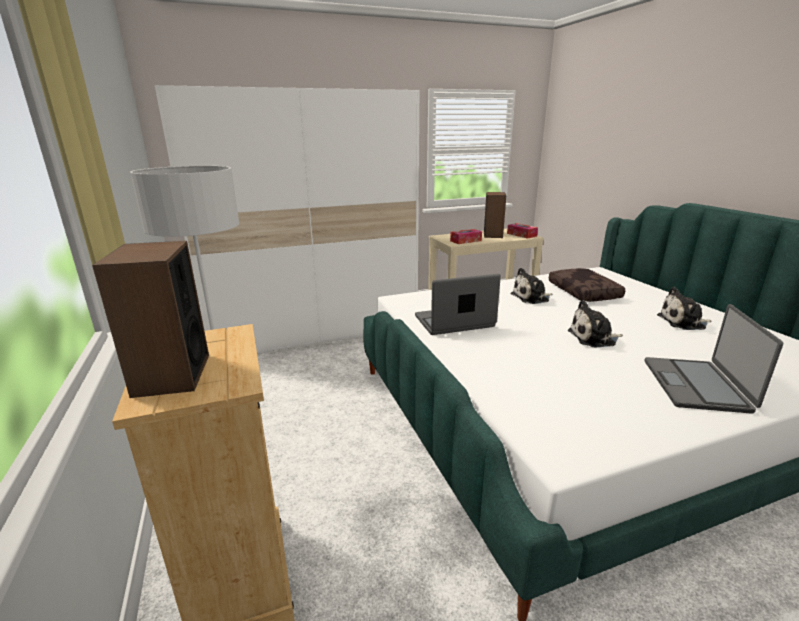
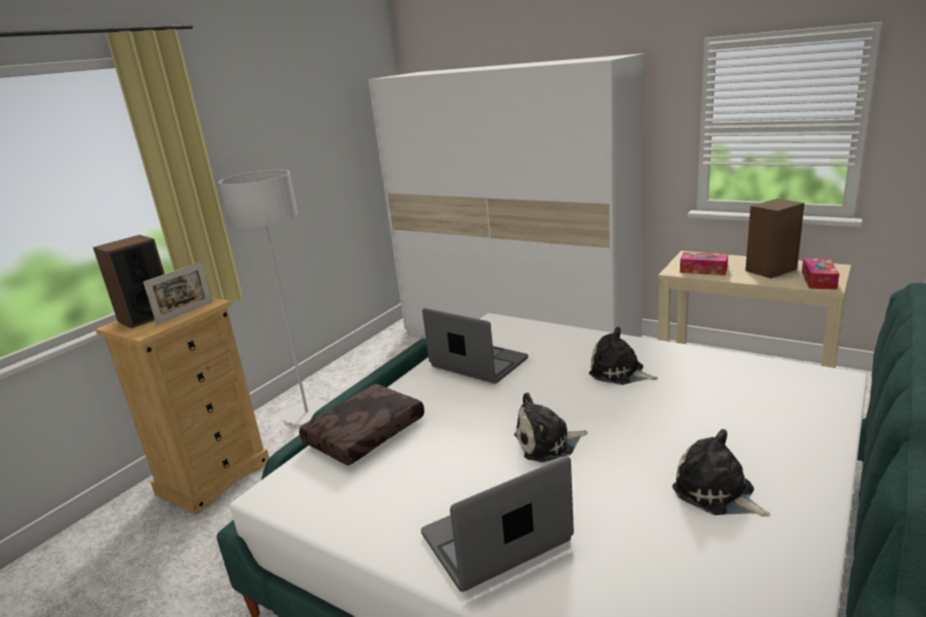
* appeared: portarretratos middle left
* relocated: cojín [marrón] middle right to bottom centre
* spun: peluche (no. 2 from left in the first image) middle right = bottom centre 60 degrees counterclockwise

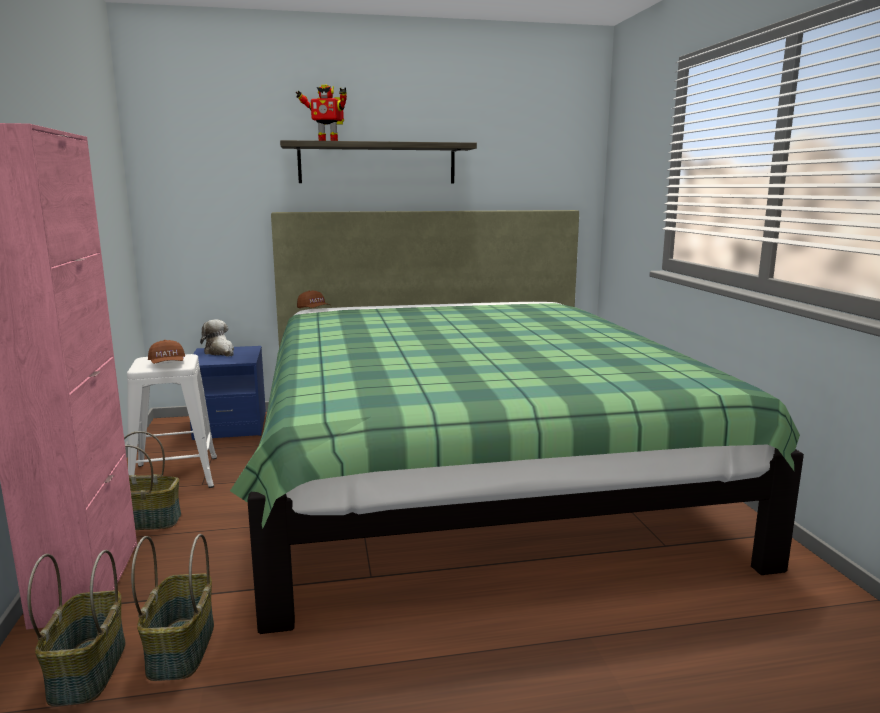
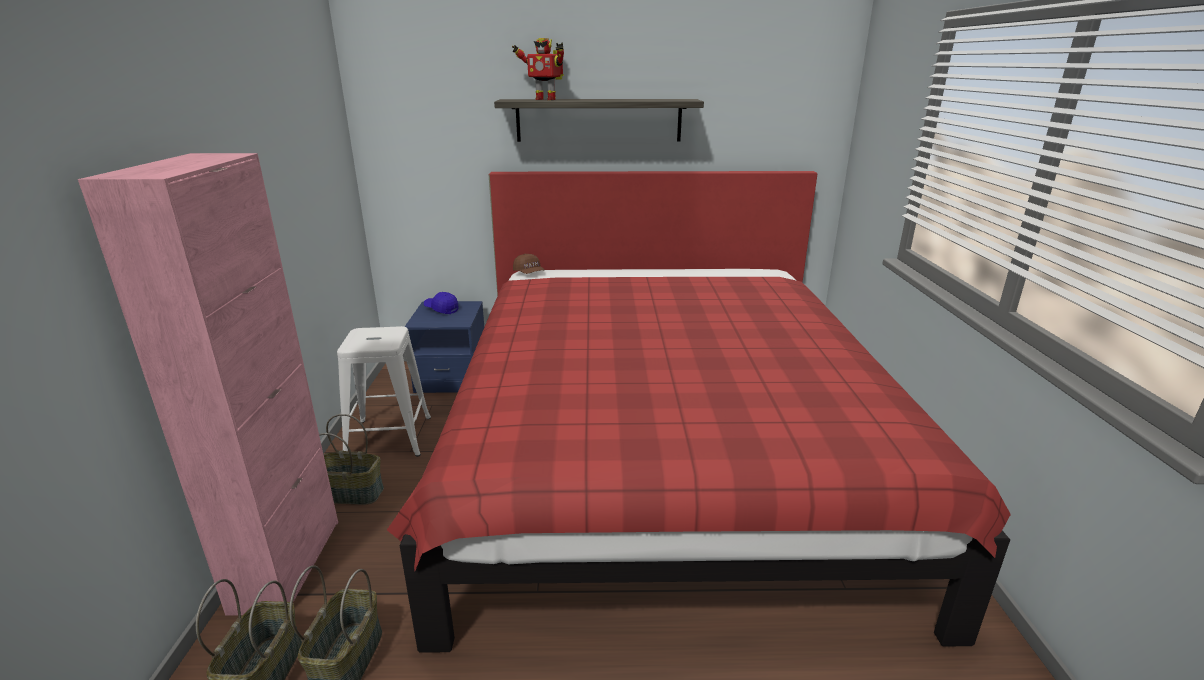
* missing: gorra [marrón] (no. 1 from left) middle left
* exchanged: peluche middle left to gorra [azul] centre
* colour: cama [verde] centre to cama [rojo] centre

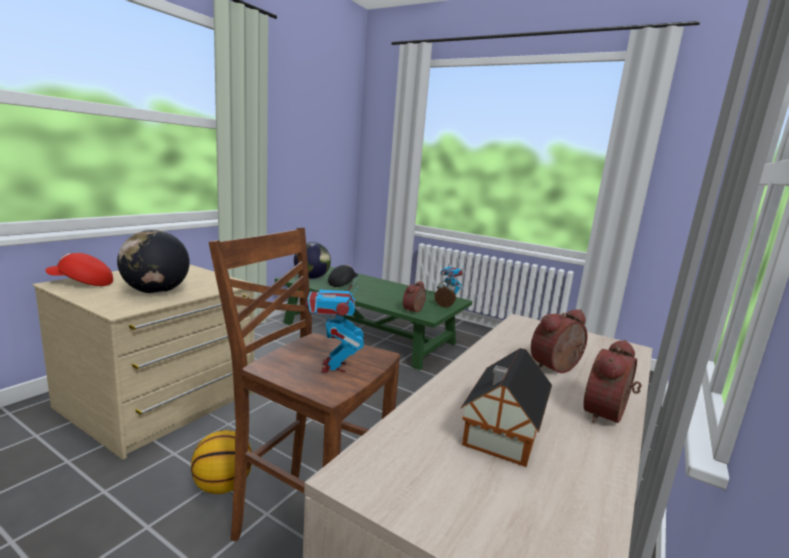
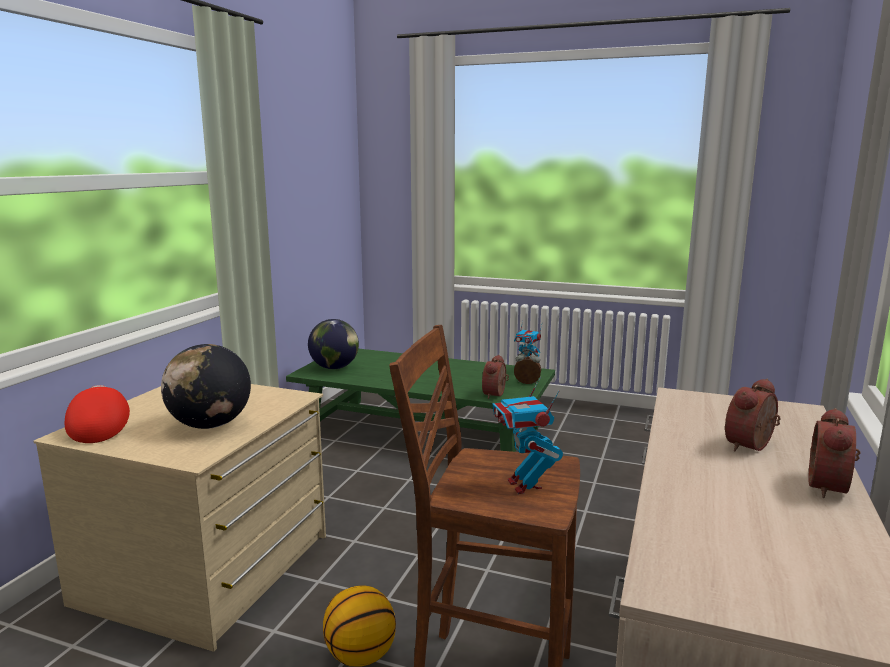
* missing: gorra [negro] centre
* missing: casita bottom centre
* spun: gorra [rojo] middle left = middle left 90 degrees clockwise

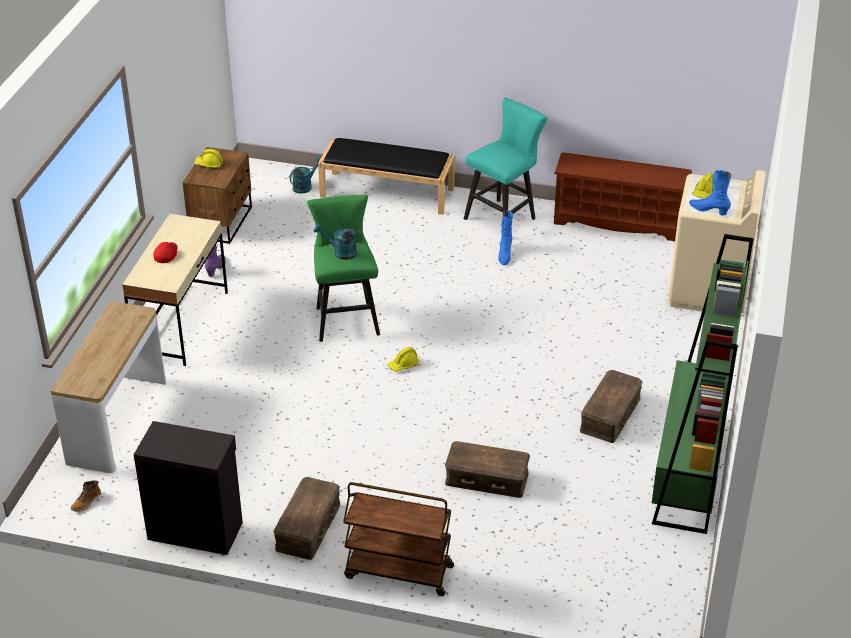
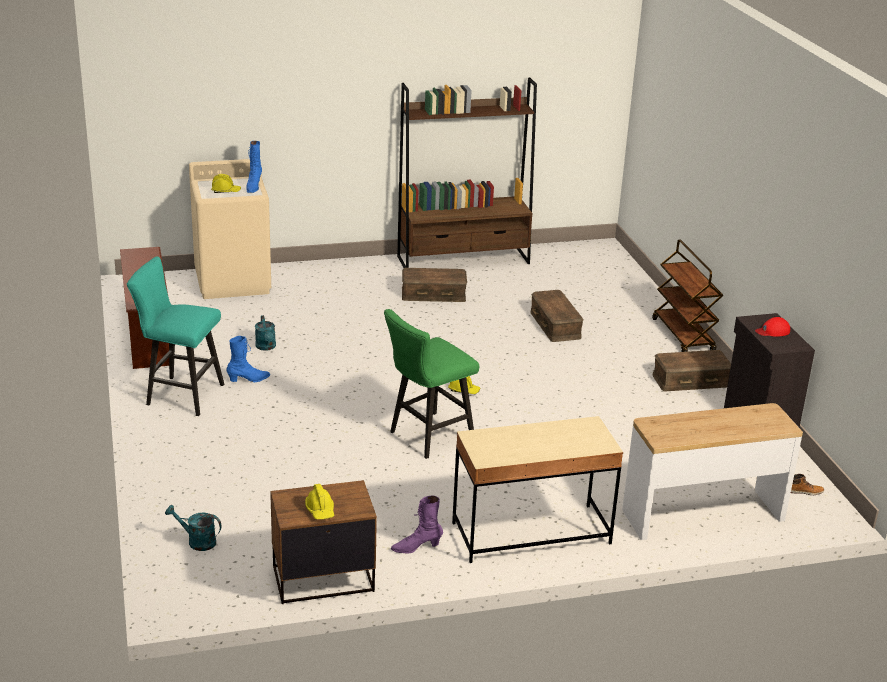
* missing: banco [negro] top centre
* relocated: gorra [rojo] middle left to middle right
* relocated: regadera [turquesa] (no. 2 from left) centre to middle left
* colour: estantería [verde] middle right to estantería [marrón] top centre

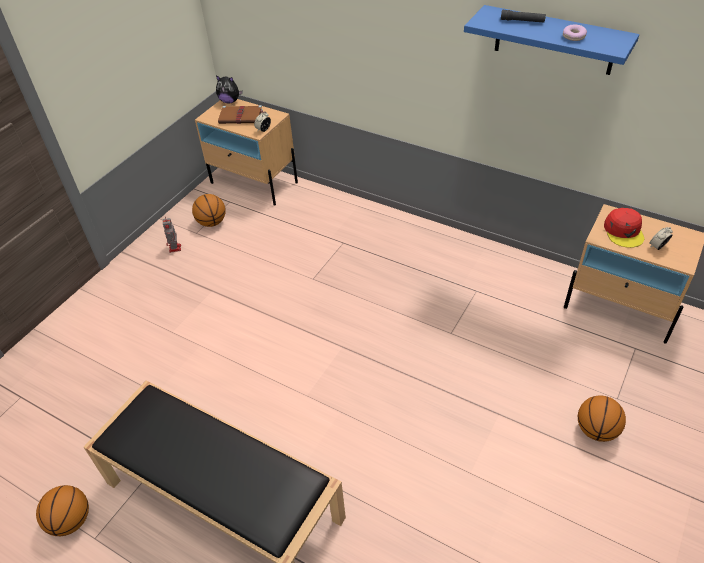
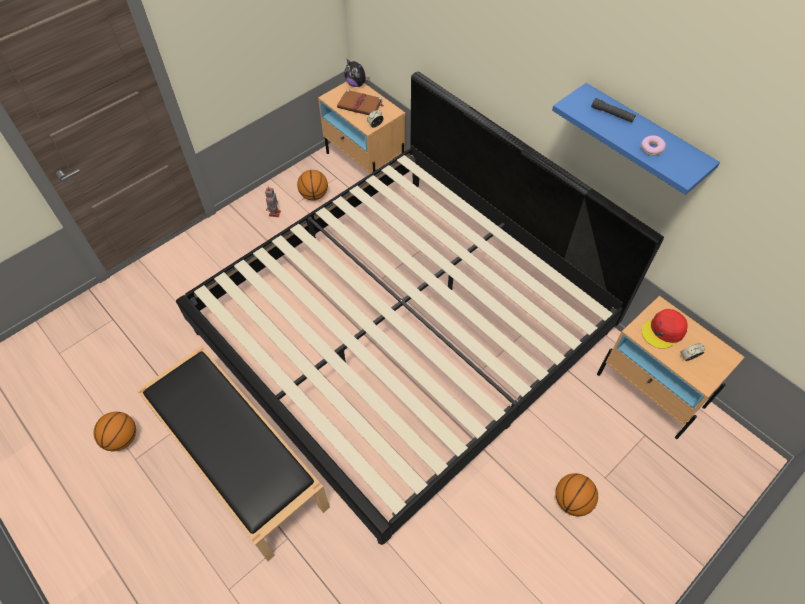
* appeared: cama centre
* spun: gorra [rojo] middle right = middle right 45 degrees clockwise

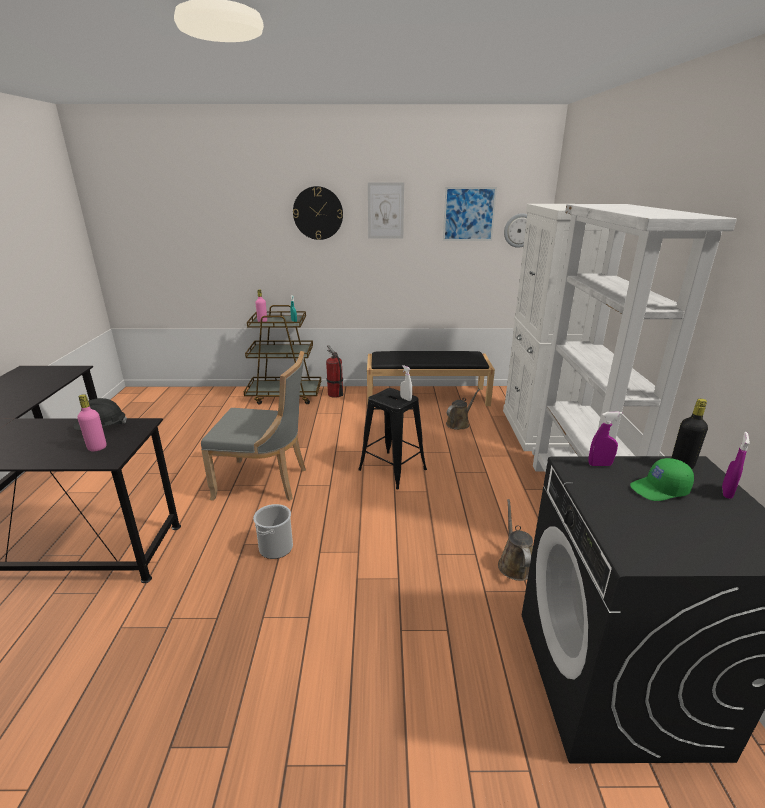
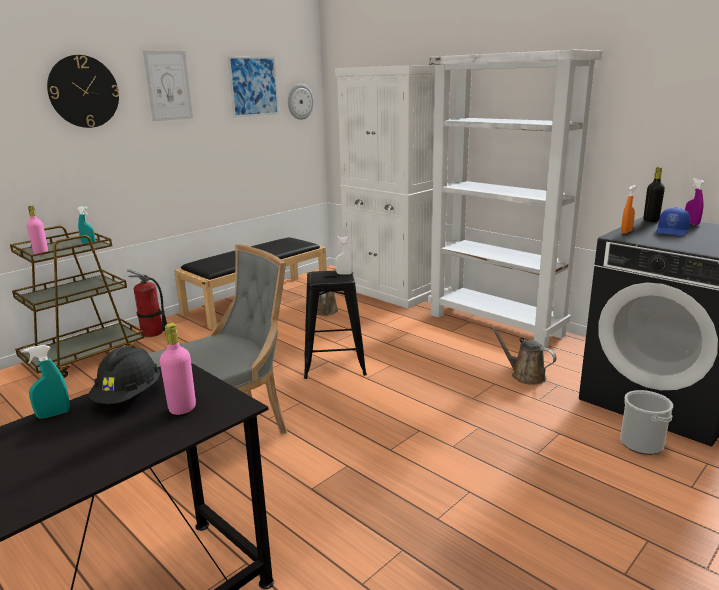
* appeared: pulverizador [turquesa] (no. 1 from left) middle left
* relocated: cubo centre to bottom right
* colour: pulverizador [morado] (no. 1 from left) middle right to pulverizador [naranja] middle right
* colour: gorra [verde] middle right to gorra [azul] middle right

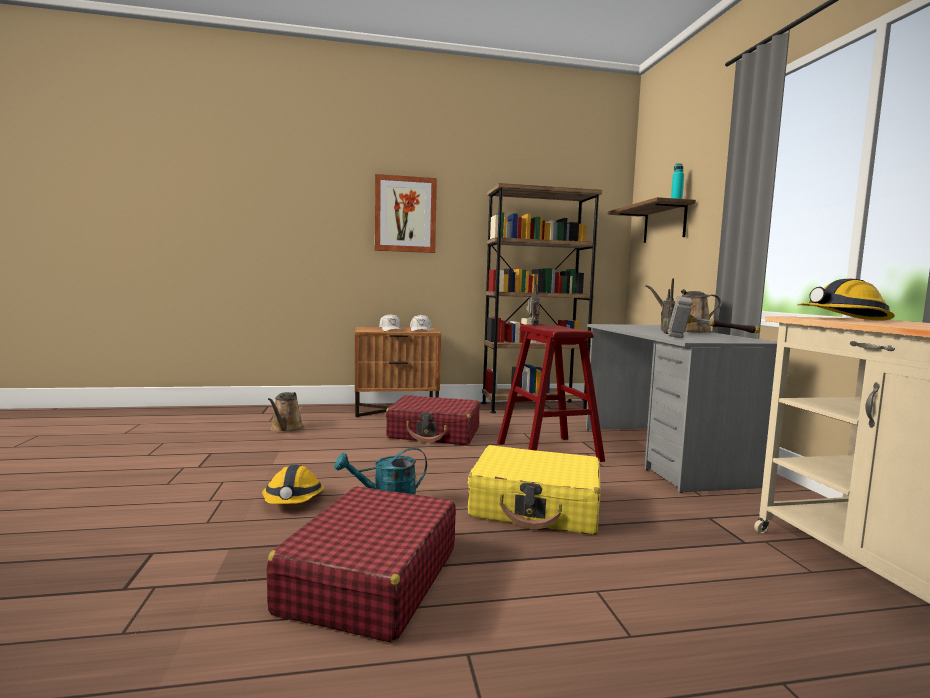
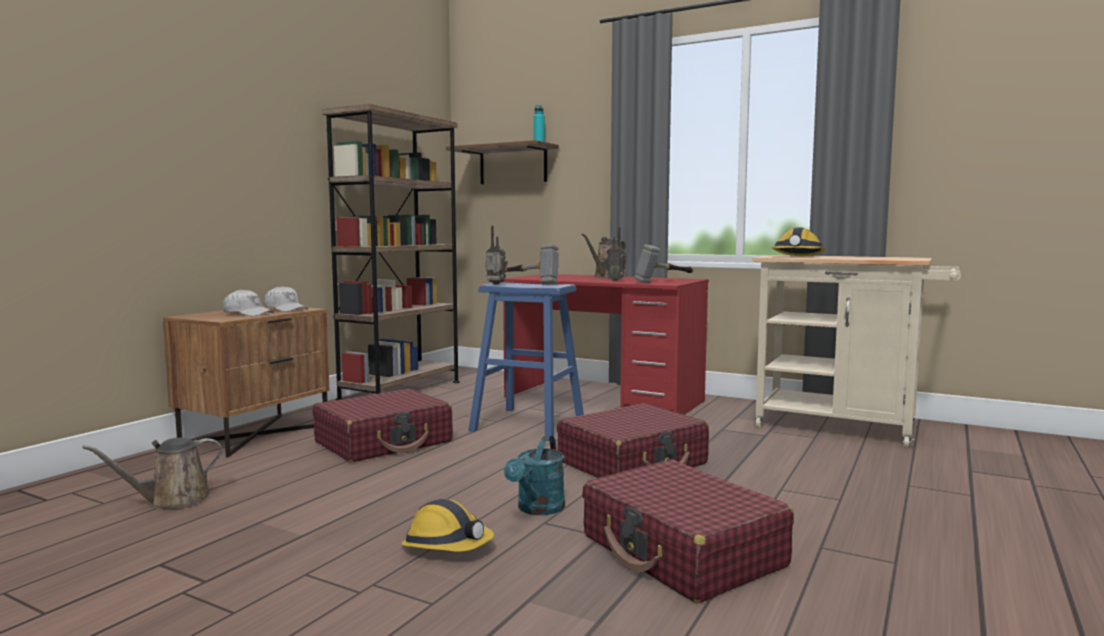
* missing: cuadro top centre
* appeared: martillo (no. 1 from left) centre
* colour: maleta [amarillo] bottom centre to maleta [rojo] (no. 2 from left) bottom centre
* colour: taburete [rojo] centre to taburete [azul] centre
* colour: escritorio [gris] middle right to escritorio [rojo] centre
* spun: regadera [marrón] (no. 1 from left) middle left = bottom left 105 degrees clockwise

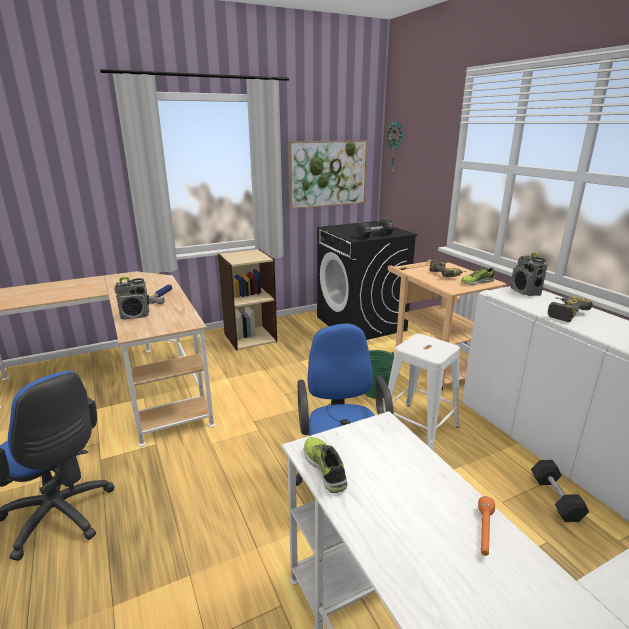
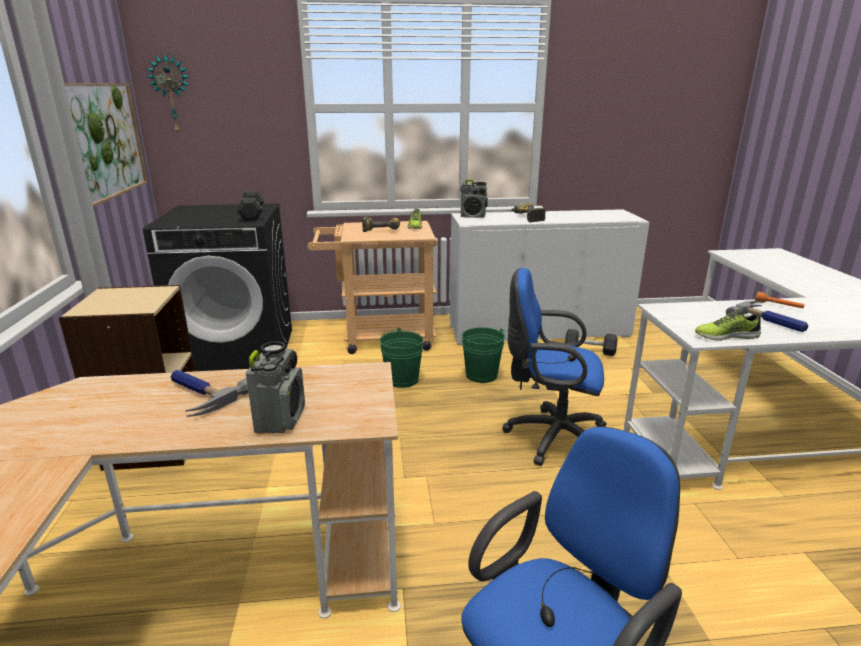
* appeared: martillo (no. 2 from left) middle right
* exchanged: taburete [blanco] middle right to cubo [verde] (no. 2 from left) centre

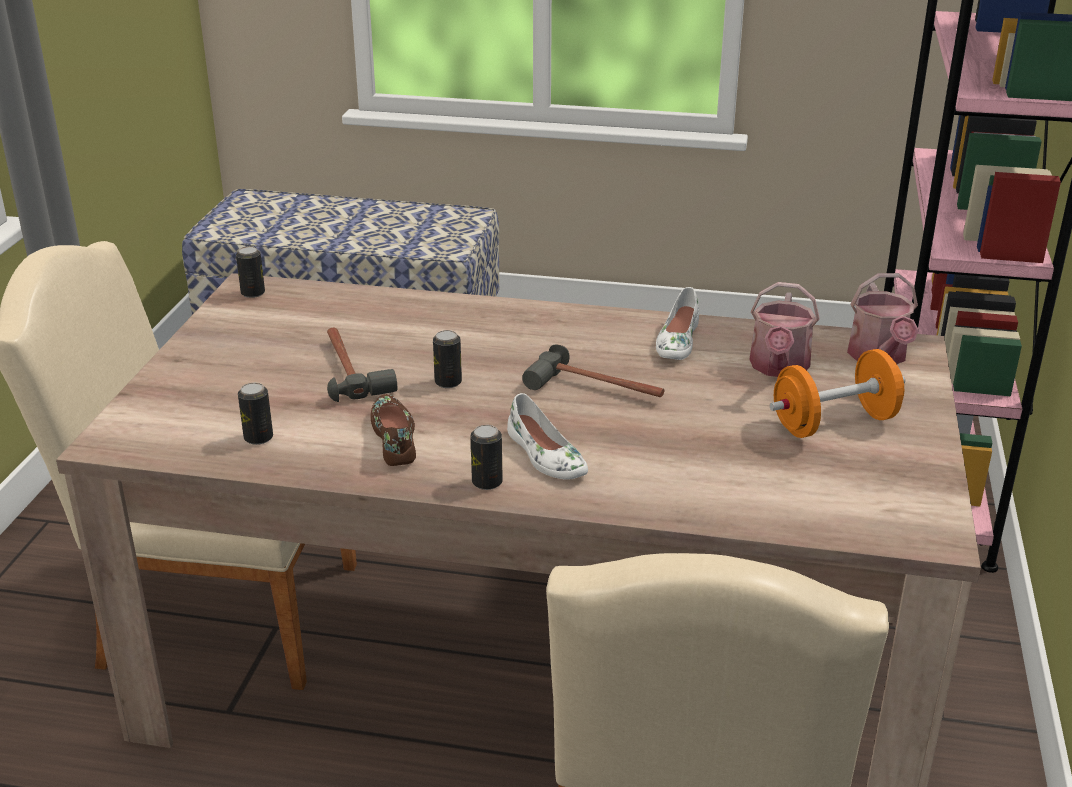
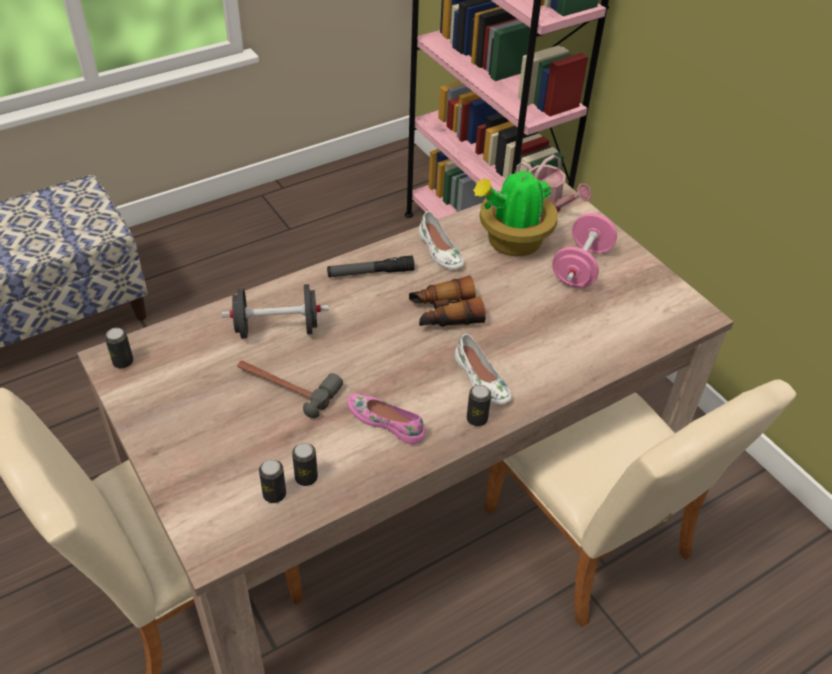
* appeared: mancuerna [negro] middle left
* appeared: linterna centre
* relocated: lata (no. 3 from left in the first image) centre to lata (no. 2 from left) bottom left
* exchanged: martillo (no. 2 from left) centre to prismáticos centre
* exchanged: regadera (no. 1 from left) middle right to planta en maceta top centre
* colour: zapato [marrón] centre to zapato [rosa] centre
* colour: mancuerna [naranja] middle right to mancuerna [rosa] middle right
* spun: zapato [blanco] (no. 1 from left in the first image) centre = centre 45 degrees clockwise

